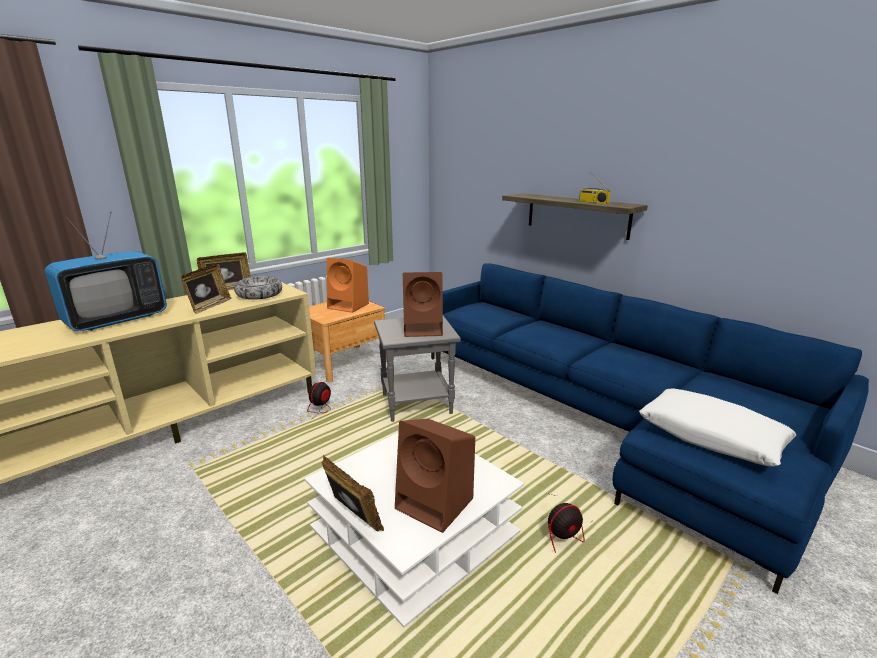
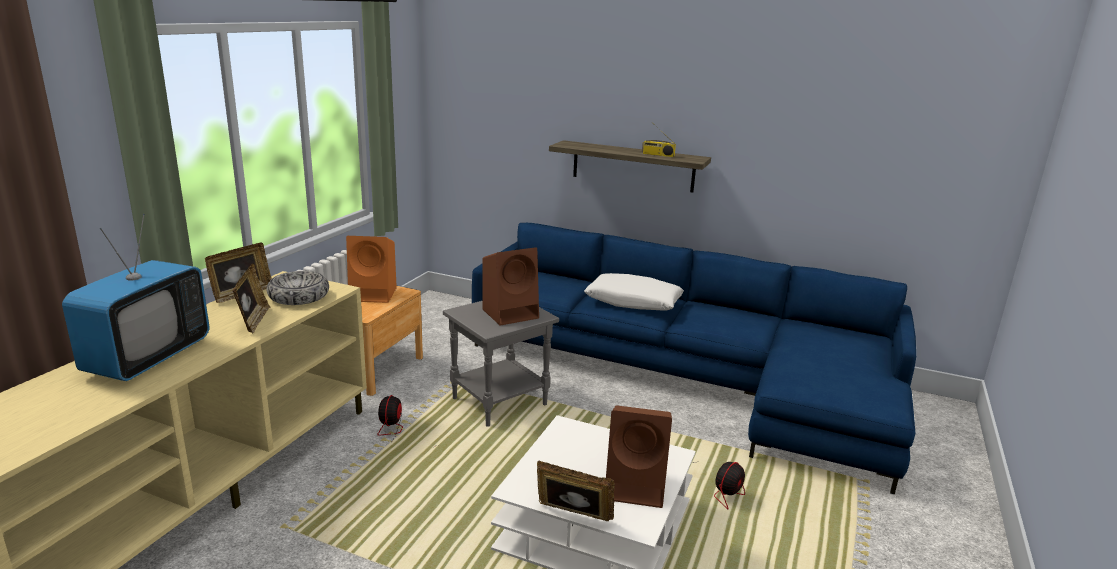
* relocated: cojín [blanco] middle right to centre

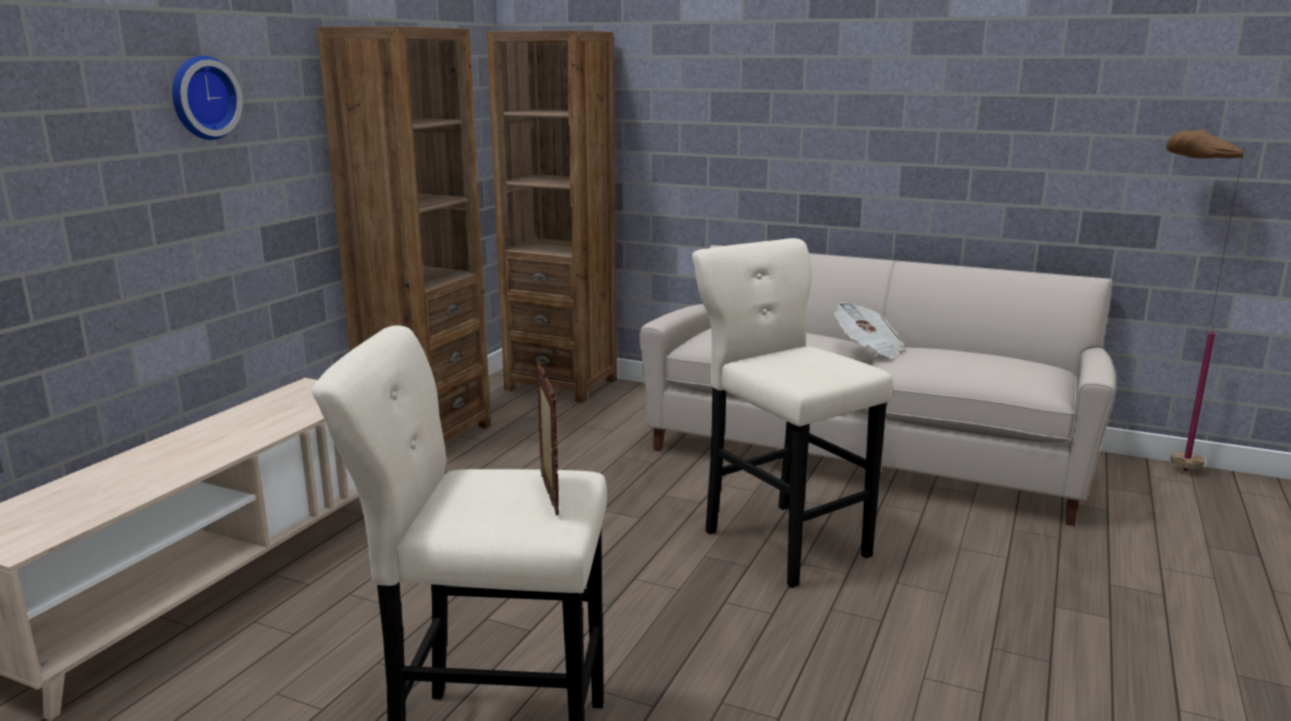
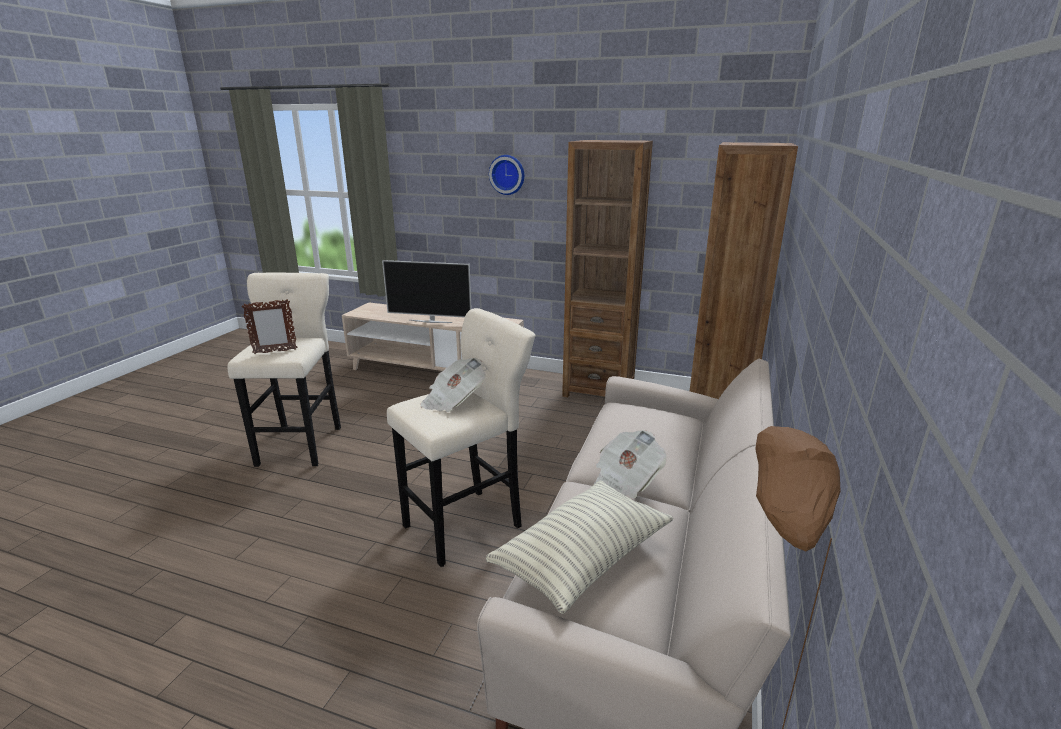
* appeared: televisor centre
* appeared: periódico (no. 1 from left) centre
* appeared: cojín bottom centre

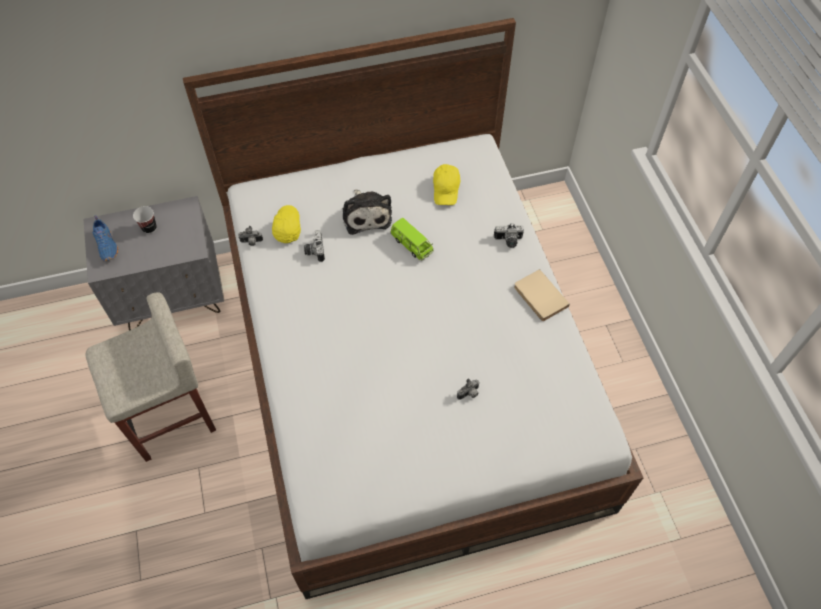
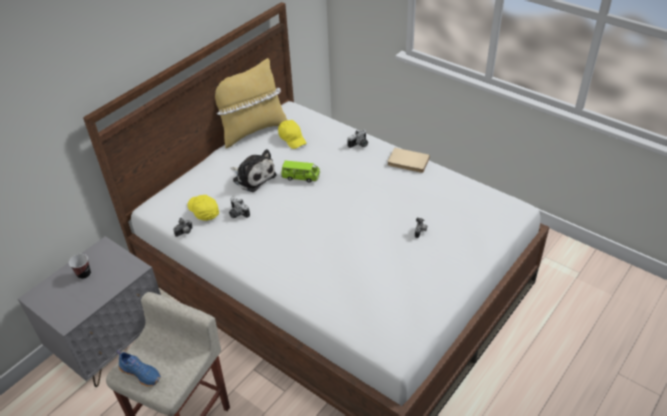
* appeared: cojín [amarillo] top centre
* relocated: zapato [azul] middle left to bottom left

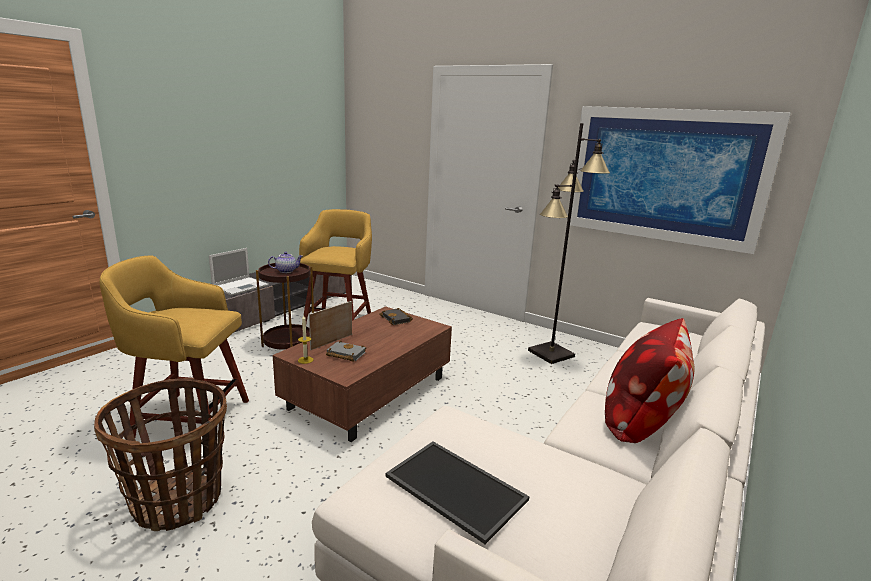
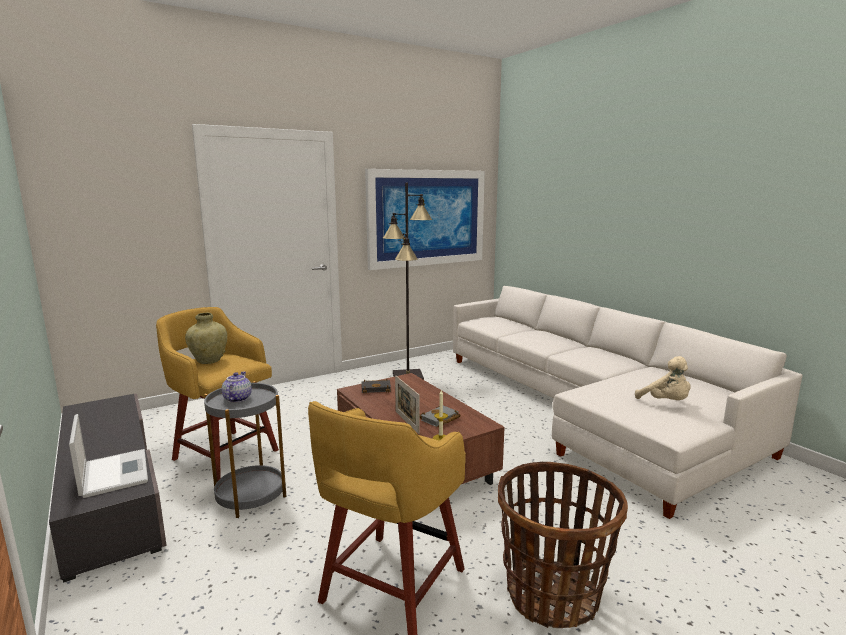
* missing: cojín middle right
* appeared: florero [beis] middle left
* exchanged: bandeja bottom centre to peluche [beis] middle right
* colour: mesa auxiliar [marrón] middle left to mesa auxiliar [gris] bottom left

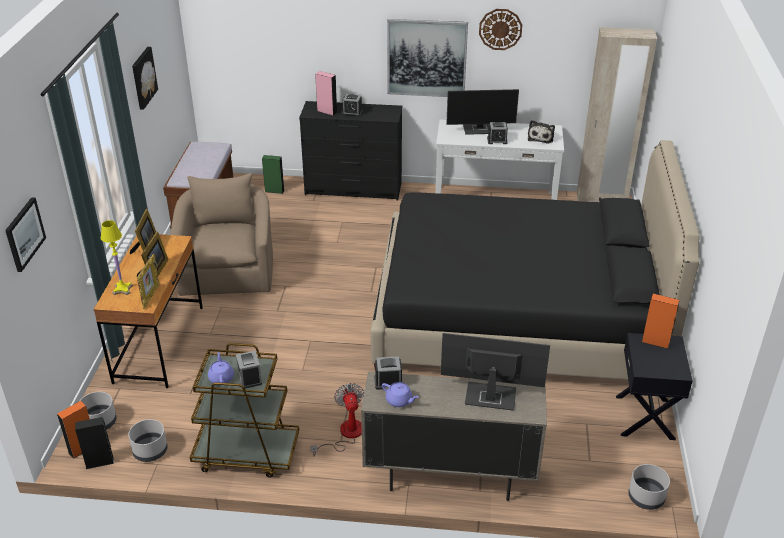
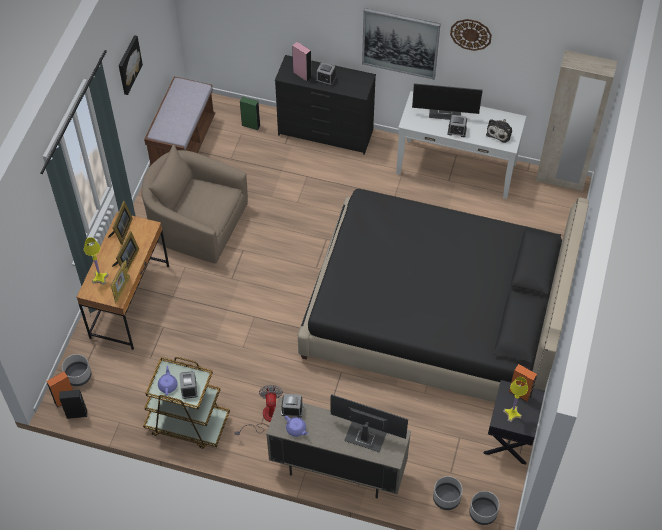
* missing: cuadro (no. 1 from left) middle left
* appeared: lámpara de mesa [amarillo] (no. 2 from left) bottom right
* relocated: maceta [gris] (no. 2 from left) bottom left to bottom right
* spun: sillón [beis] middle left = middle left 75 degrees counterclockwise

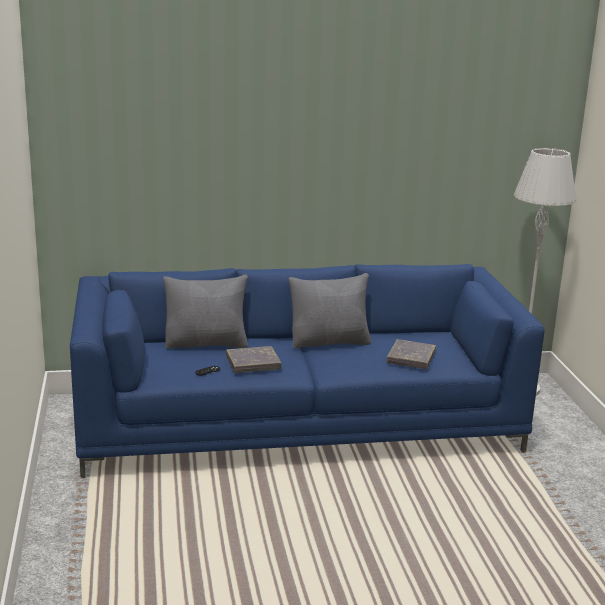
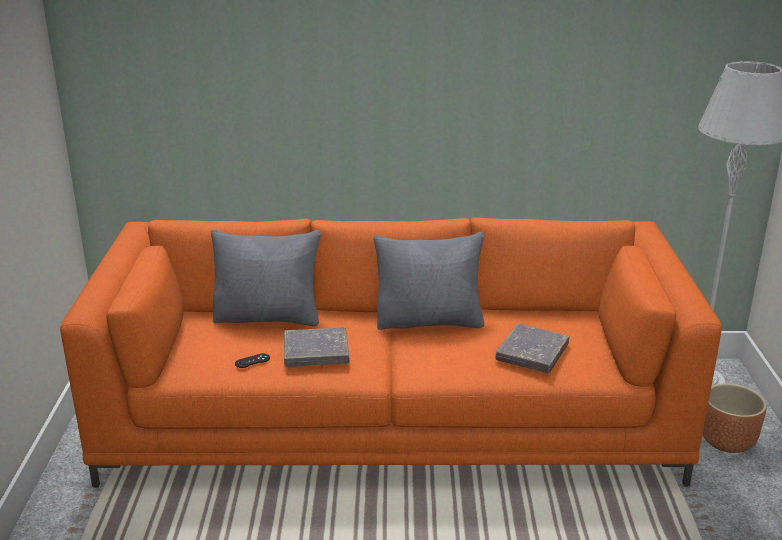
* appeared: maceta [marrón] bottom right
* colour: sofá [azul] centre to sofá [naranja] centre

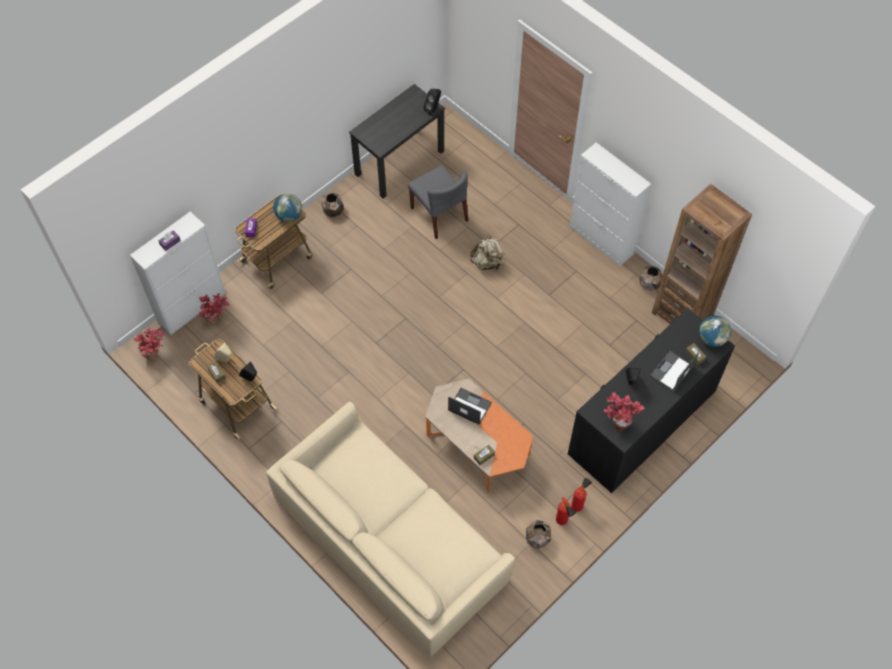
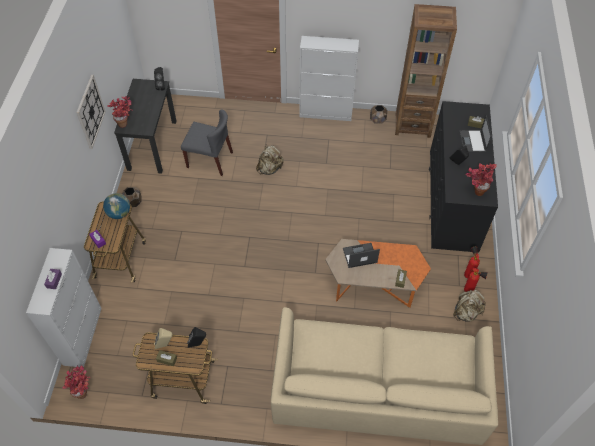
* missing: globo terráqueo (no. 2 from left) middle right
* appeared: reloj de pared top left
* relocated: planta en maceta (no. 2 from left) middle left to top left
* exchanged: maceta [marrón] (no. 2 from left) bottom centre to mochila [beis] (no. 2 from left) bottom right

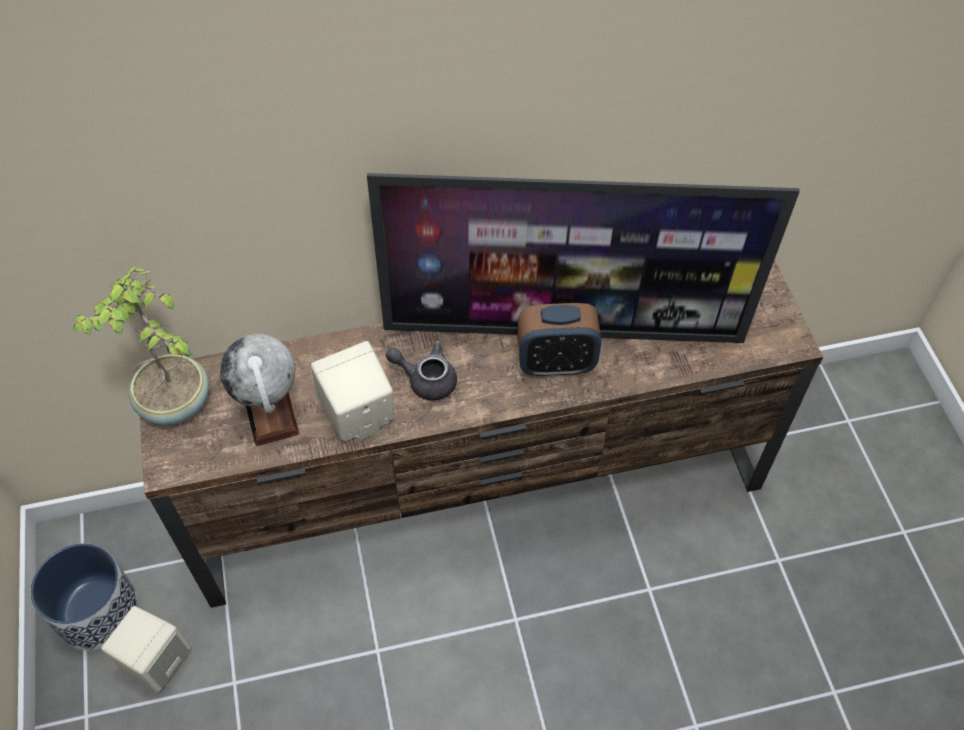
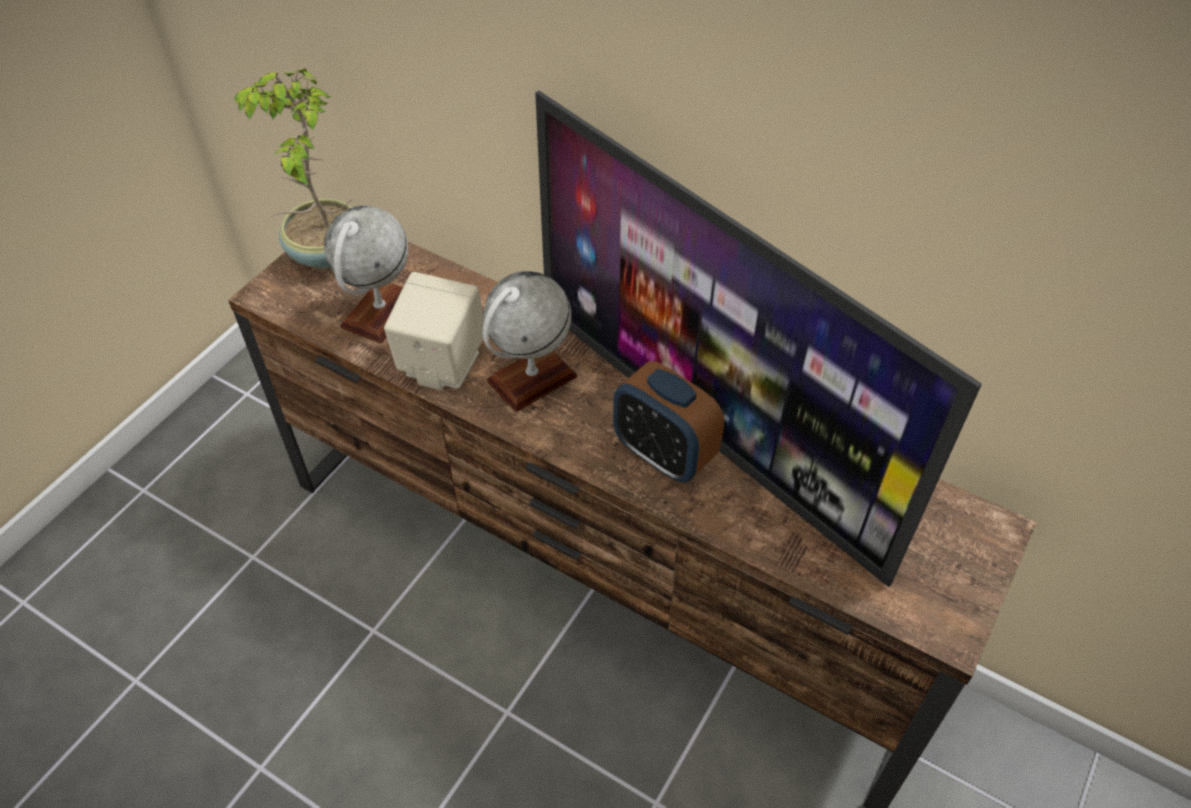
* missing: maceta bottom left
* missing: altavoz [beis] (no. 1 from left) bottom left
* exchanged: tetera [gris] centre to globo terráqueo (no. 2 from left) centre

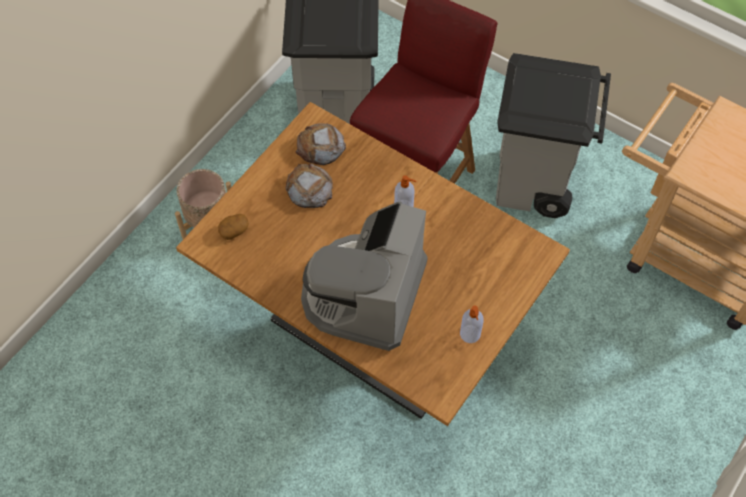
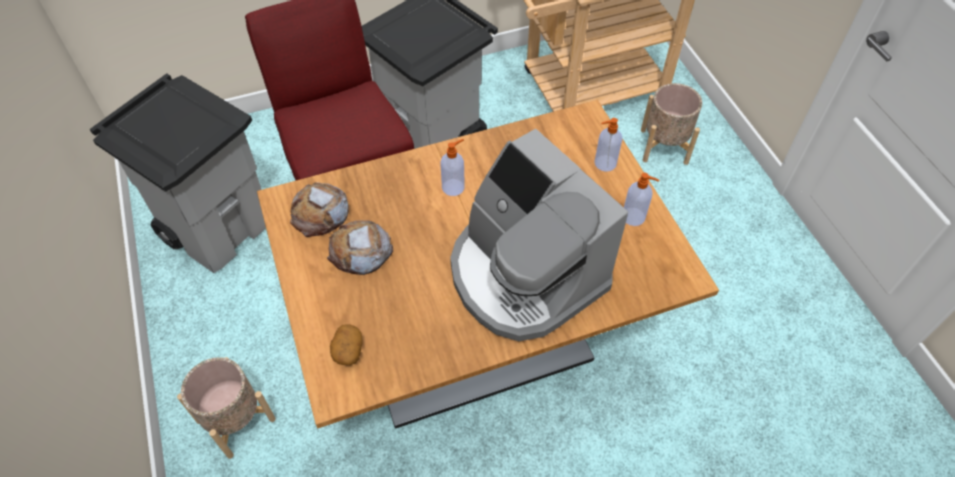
* appeared: dispensador de jabón (no. 2 from left) top centre
* appeared: maceta [beis] (no. 2 from left) top right

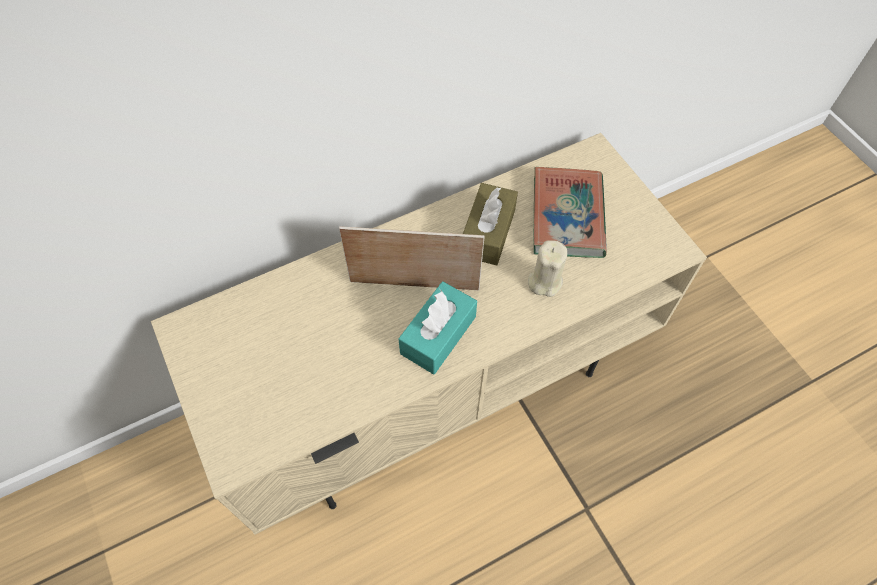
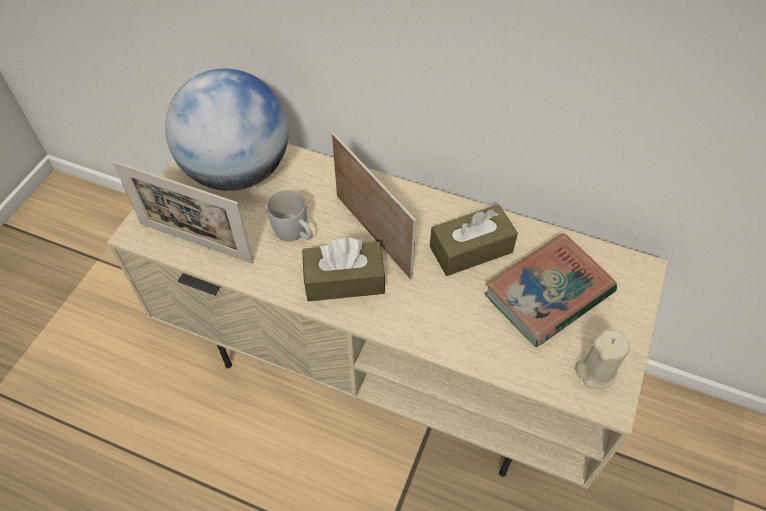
* appeared: portarretratos (no. 1 from left) middle left
* appeared: globo terráqueo top left
* appeared: taza grande [blanco] centre
* relocated: vela [beis] centre to bottom right
* colour: caja de pañuelos [turquesa] centre to caja de pañuelos [marrón] (no. 1 from left) centre

